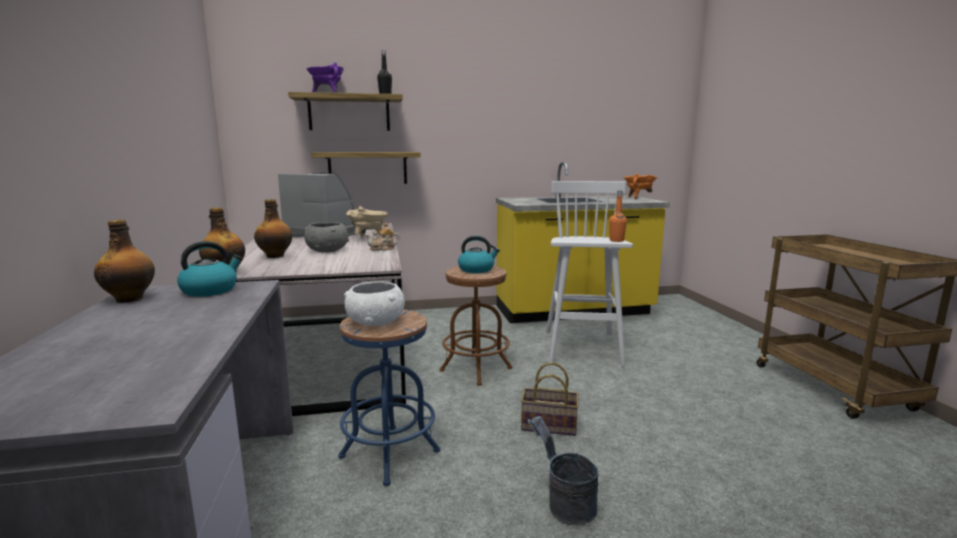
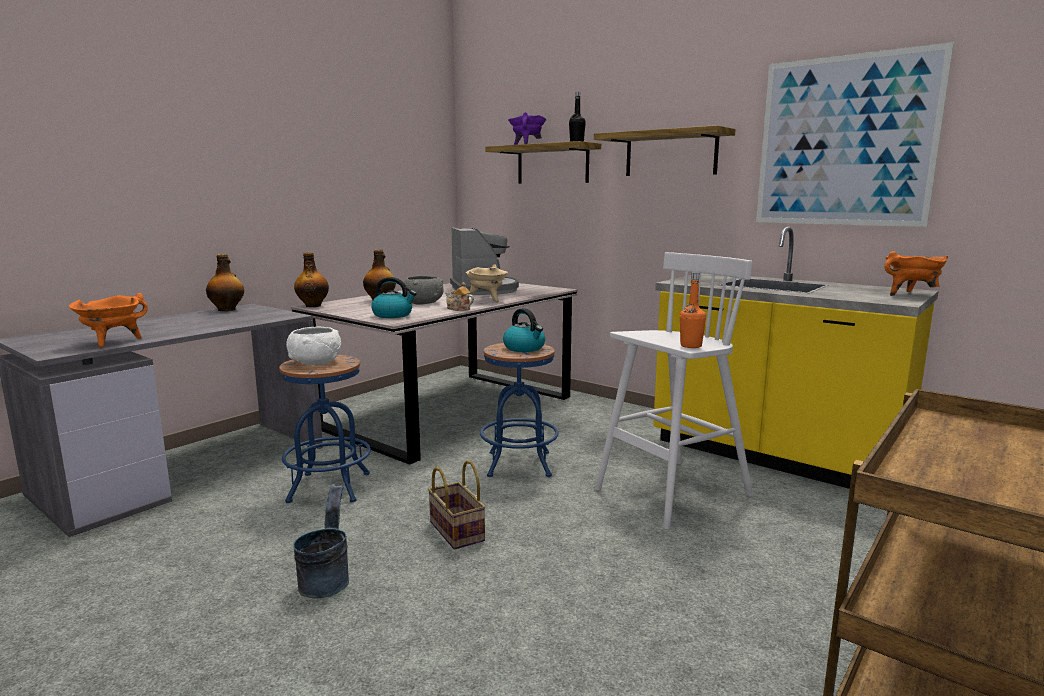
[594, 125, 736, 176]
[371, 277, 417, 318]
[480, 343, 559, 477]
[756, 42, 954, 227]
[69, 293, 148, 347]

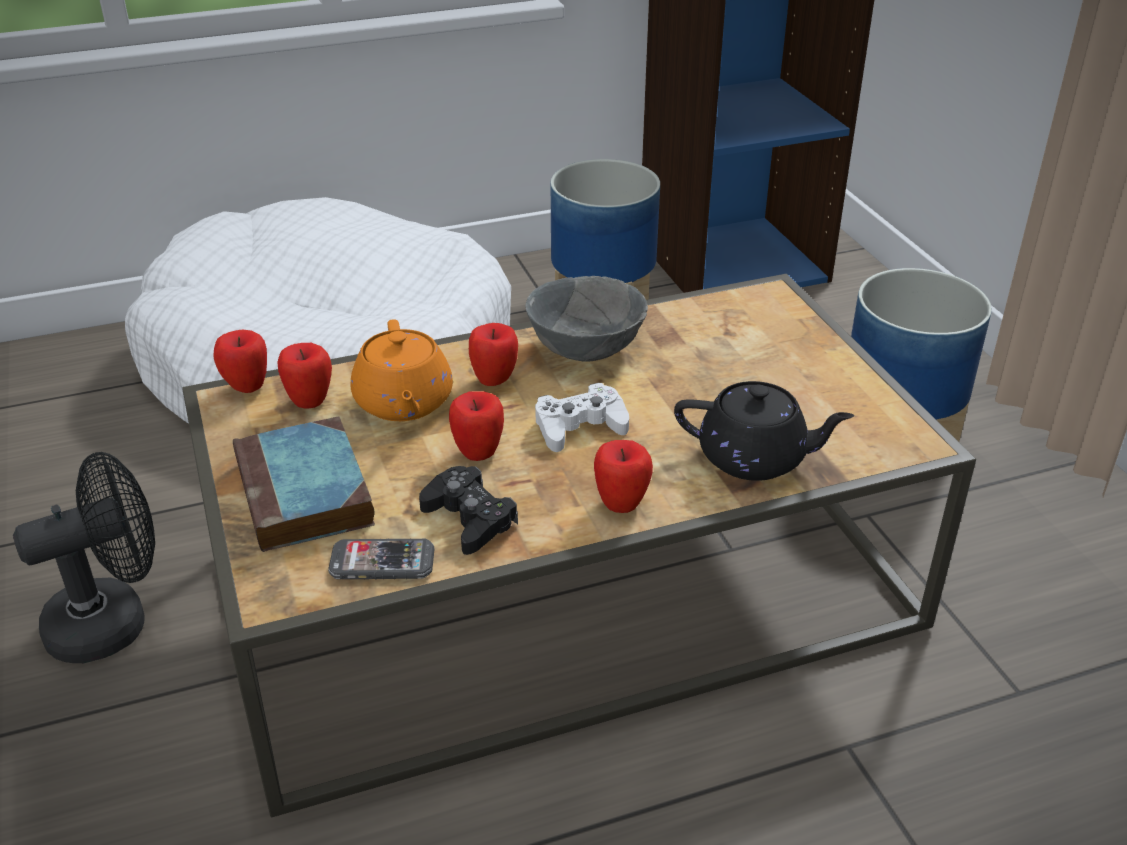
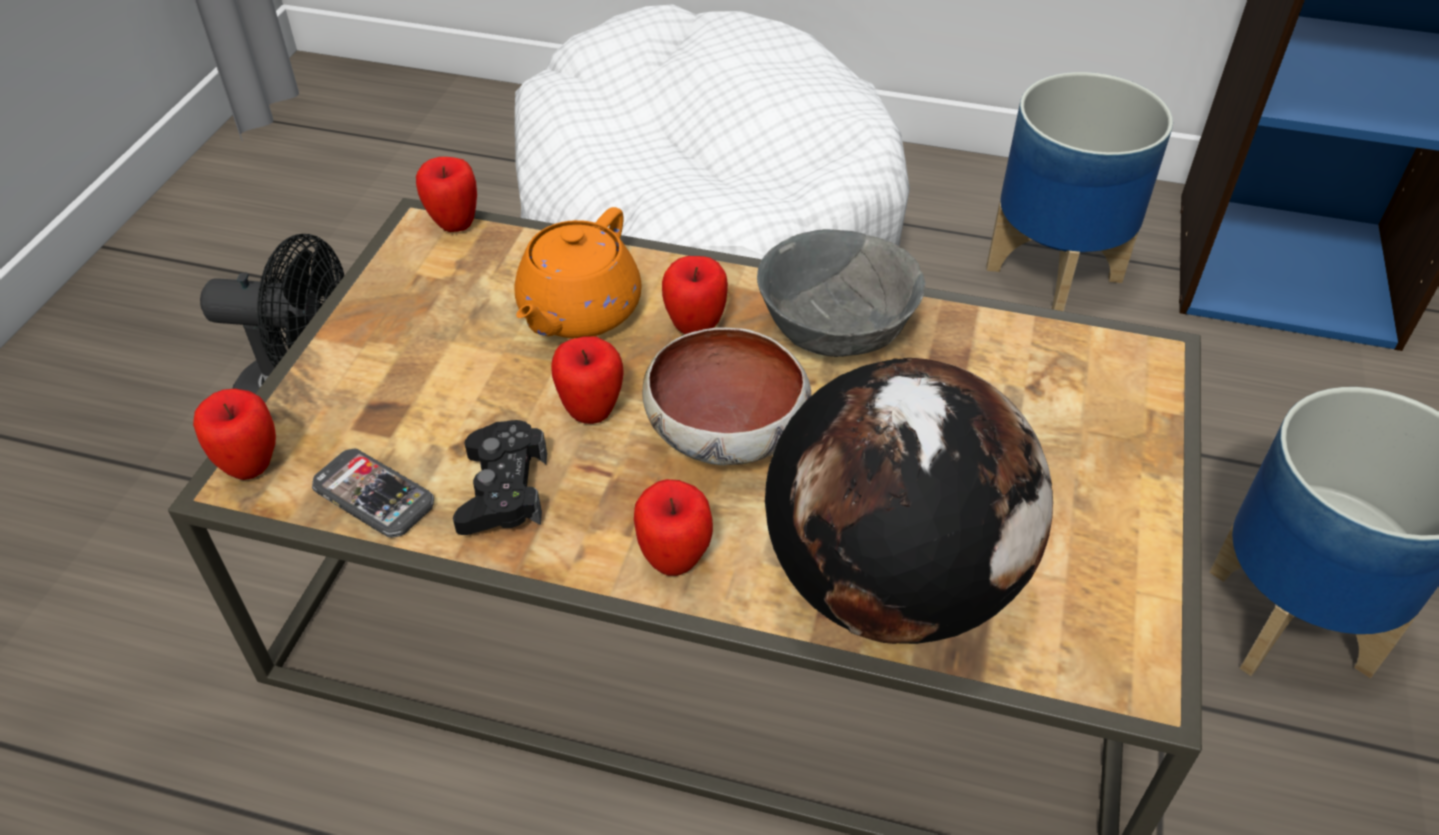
[193, 389, 276, 480]
[765, 358, 1053, 644]
[642, 327, 811, 465]
[233, 416, 375, 552] (first image)

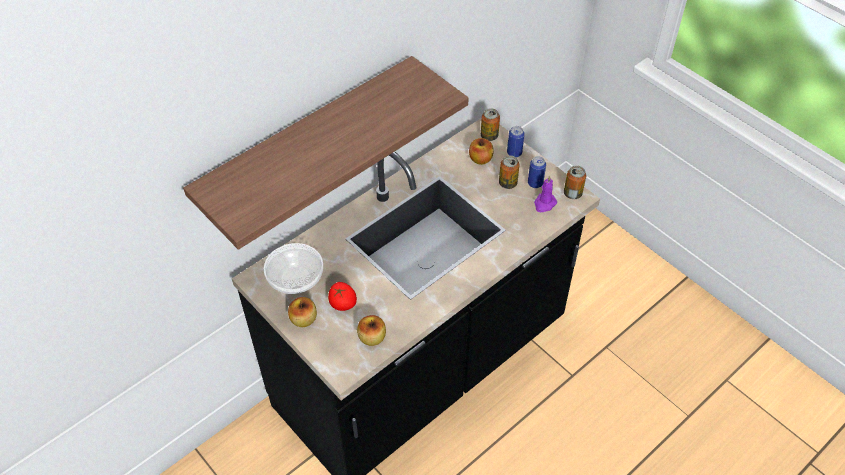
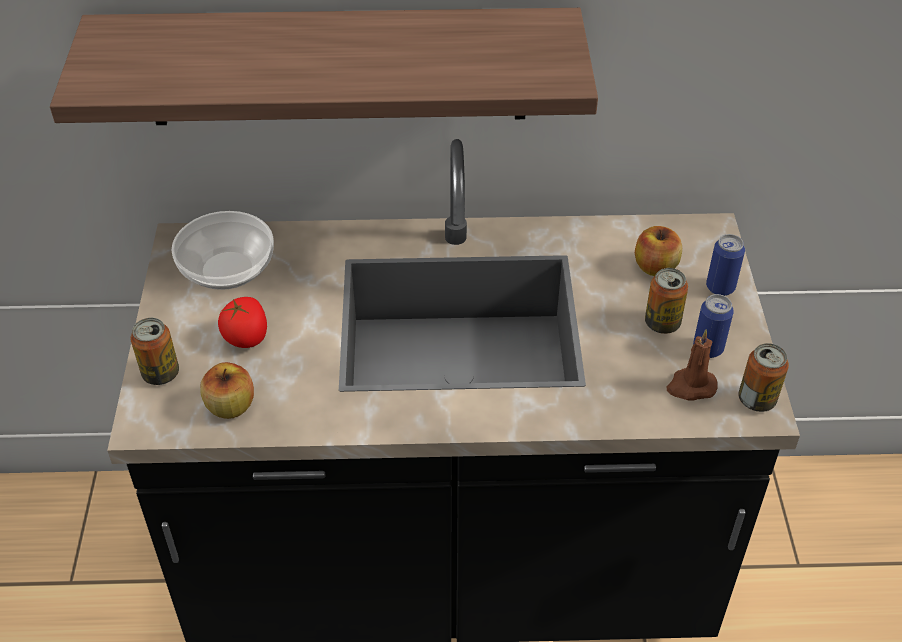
[131, 318, 179, 385]
[667, 329, 718, 401]
[288, 297, 317, 327] (first image)

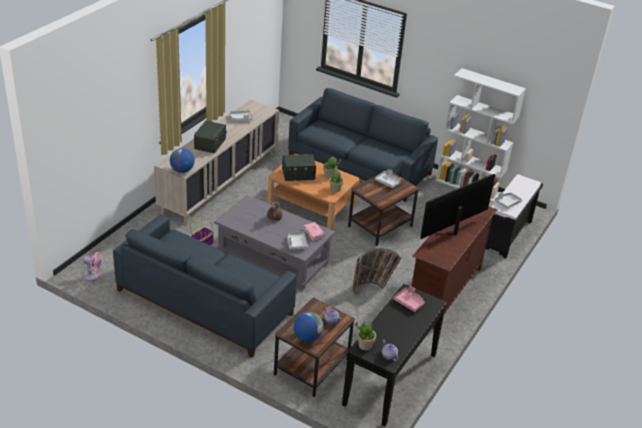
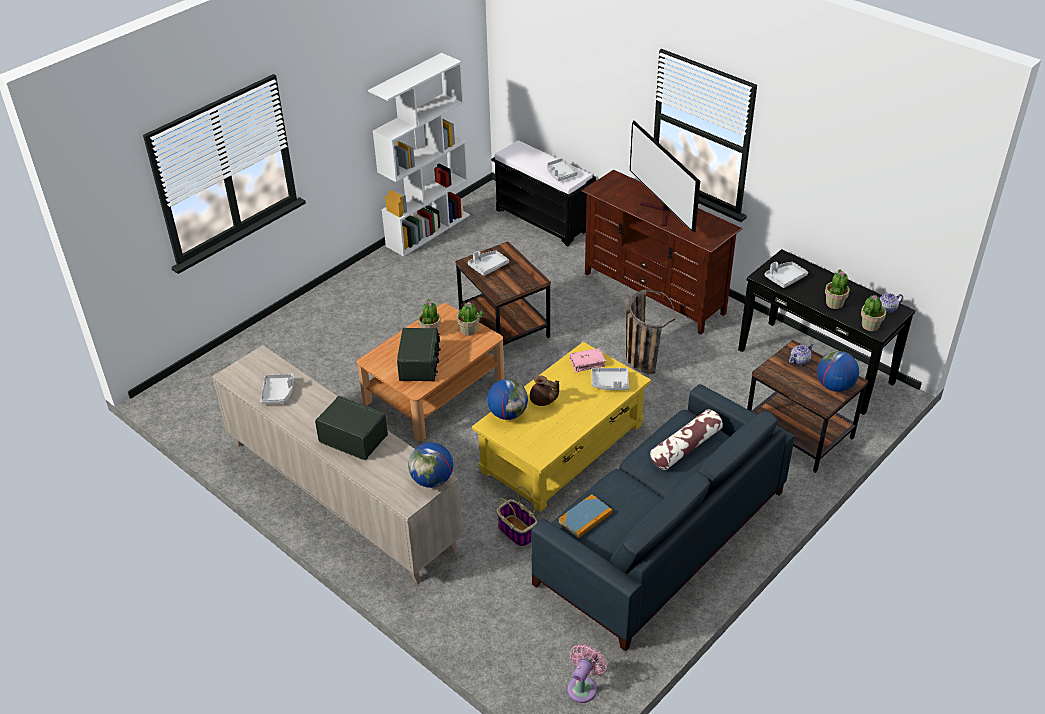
[288, 88, 438, 202] (first image)
[472, 342, 651, 512]
[765, 262, 808, 288]
[825, 269, 850, 309]
[487, 379, 528, 420]
[650, 409, 723, 470]
[558, 494, 613, 539]

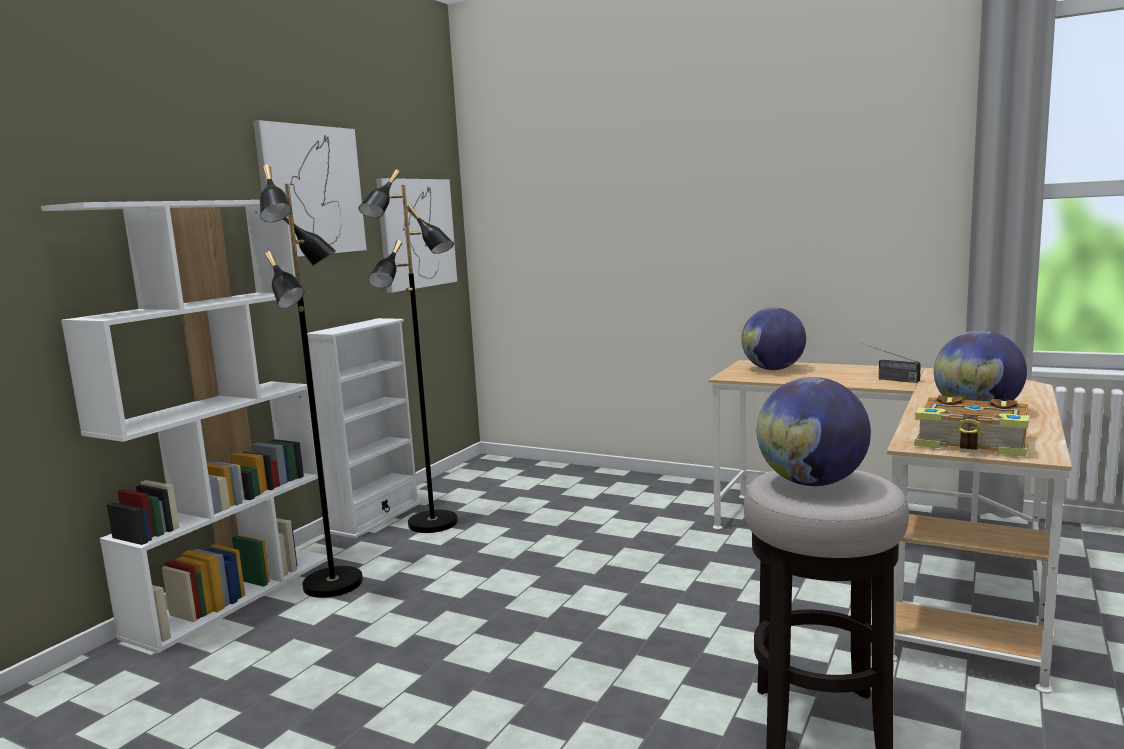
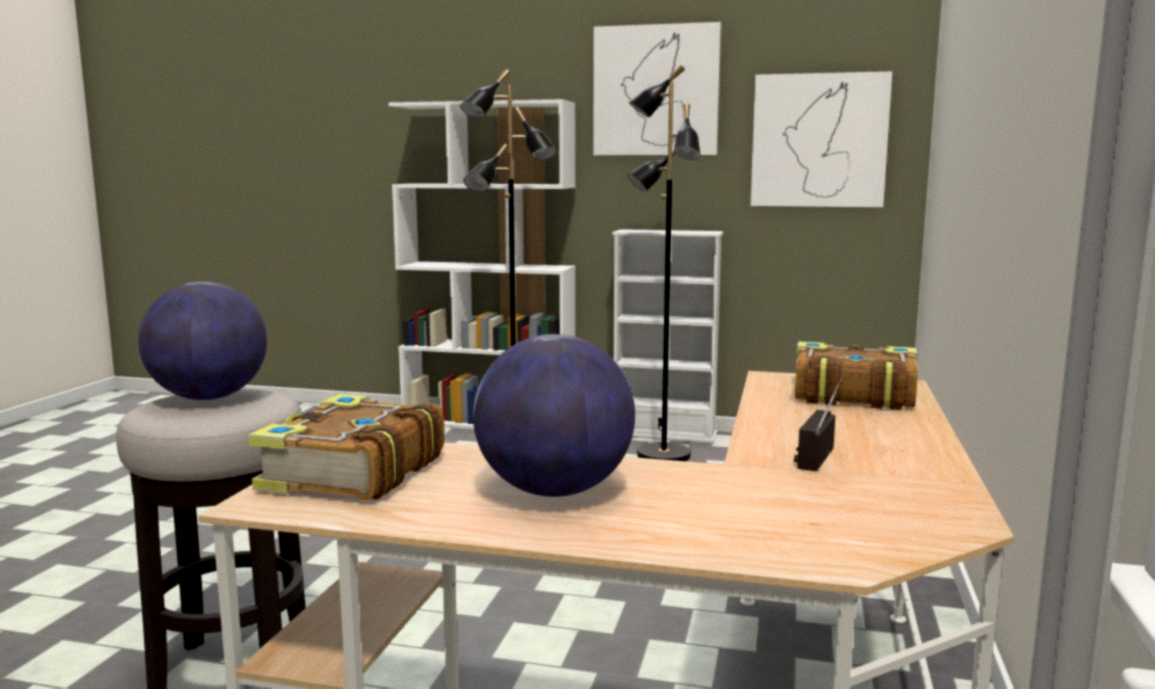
[795, 341, 918, 410]

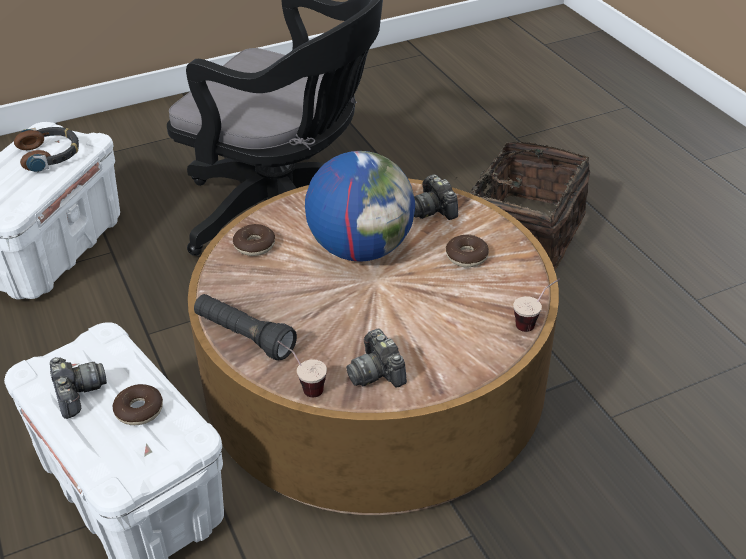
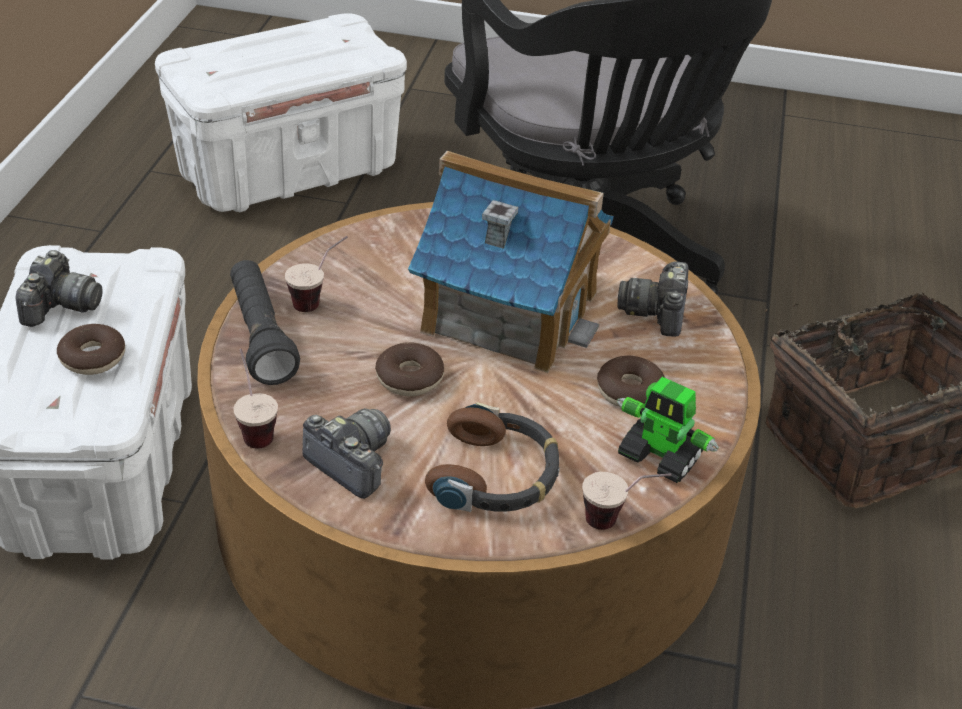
[425, 402, 560, 512]
[408, 151, 614, 373]
[375, 342, 444, 396]
[302, 408, 391, 499]
[285, 236, 348, 312]
[617, 377, 719, 483]

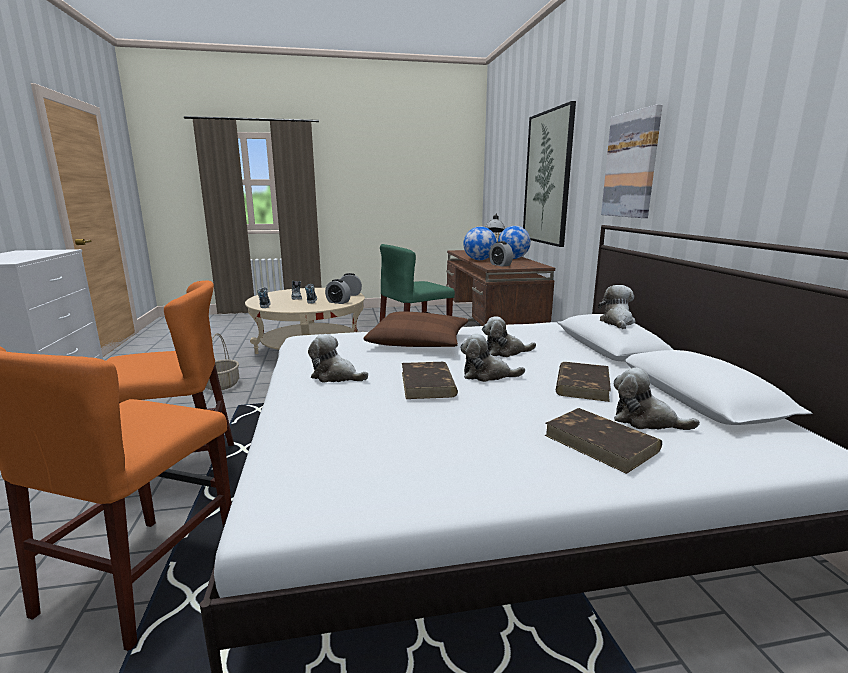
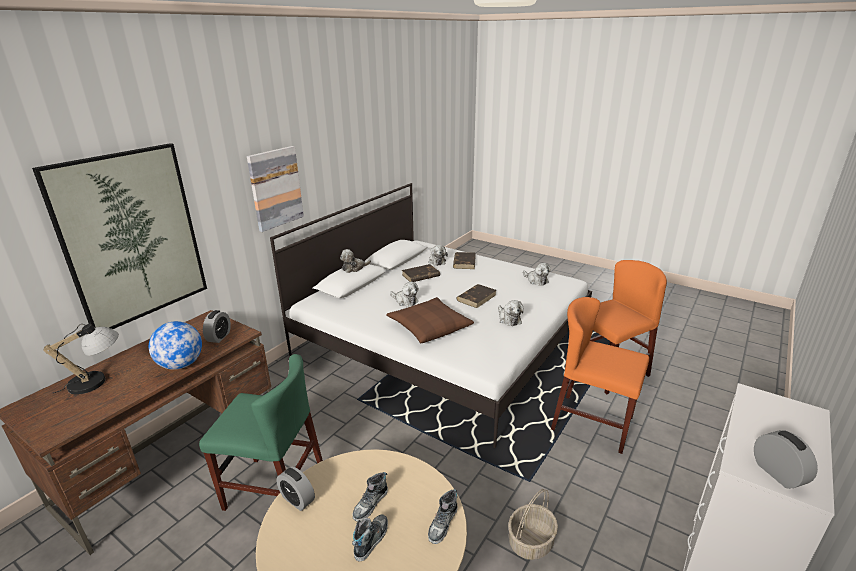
[498, 226, 531, 259] (first image)
[754, 430, 818, 489]
[523, 263, 551, 286]

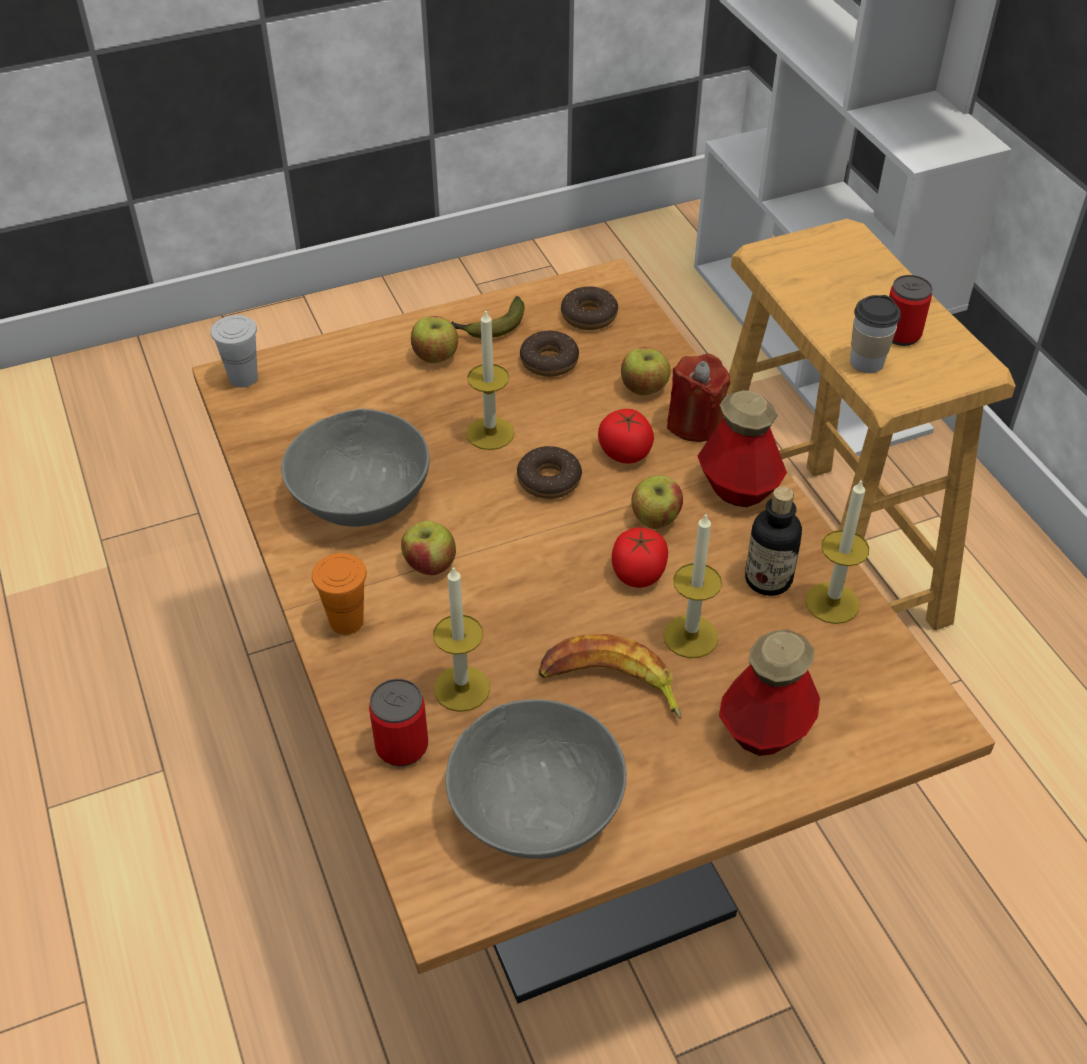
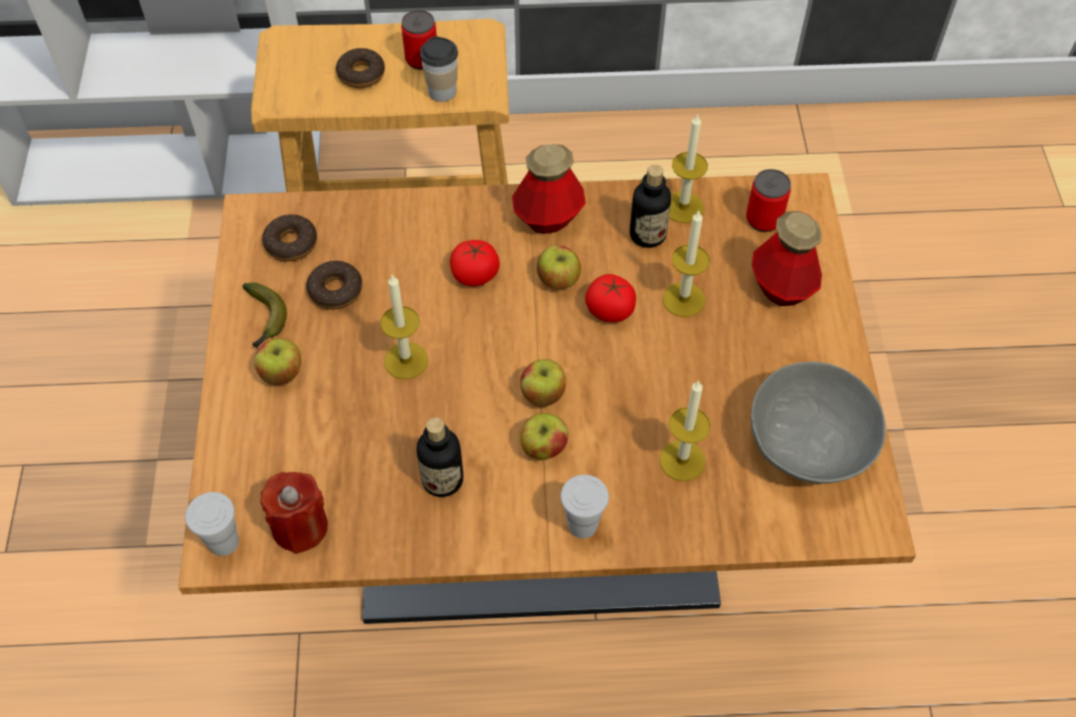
[520, 359, 566, 407]
[260, 472, 328, 554]
[417, 418, 463, 497]
[336, 48, 385, 88]
[560, 475, 609, 539]
[539, 634, 682, 719] (first image)
[746, 169, 791, 232]

